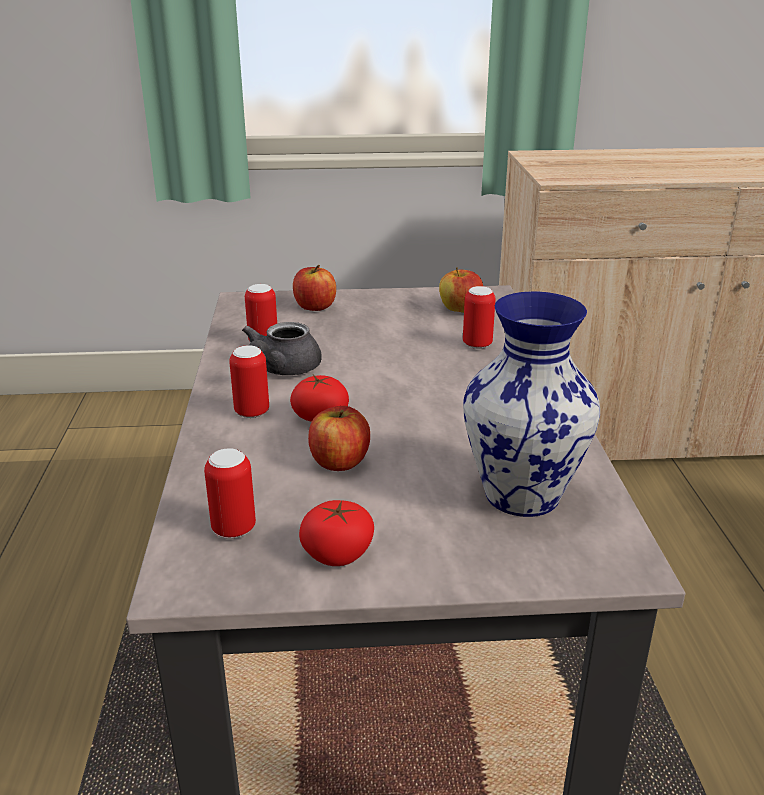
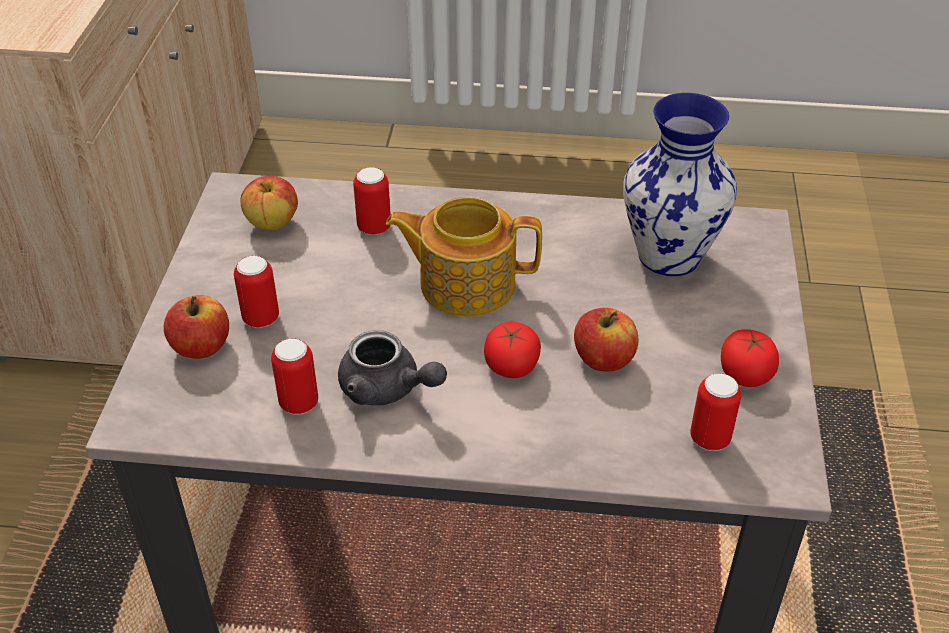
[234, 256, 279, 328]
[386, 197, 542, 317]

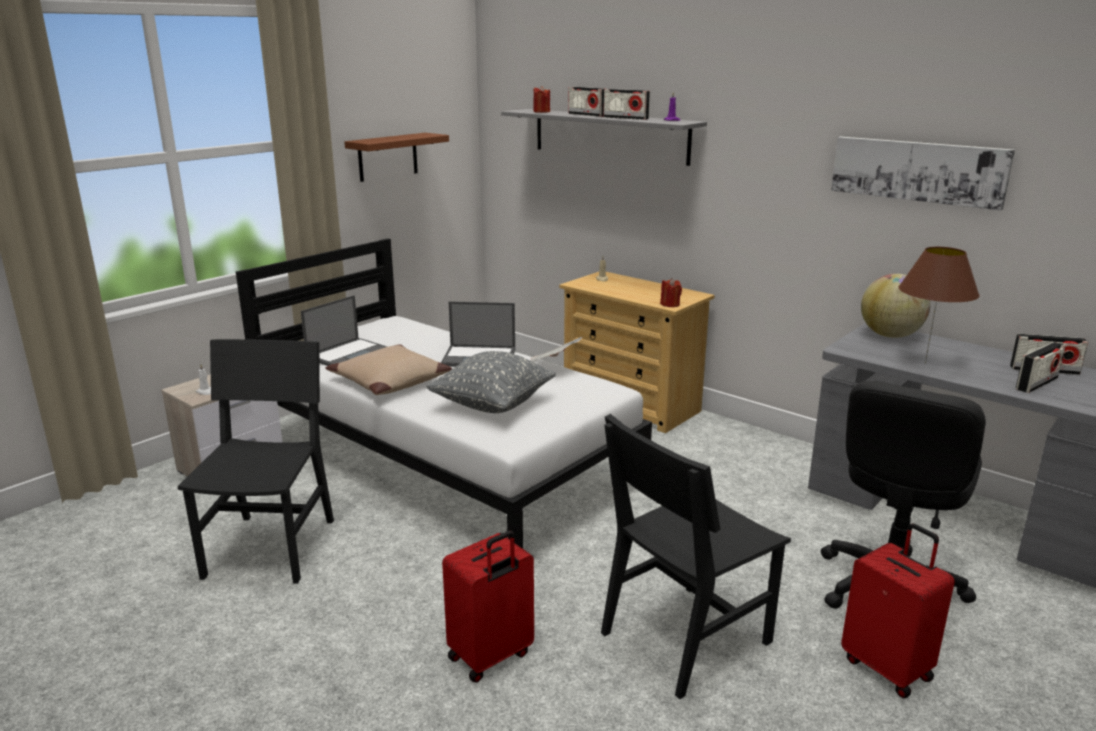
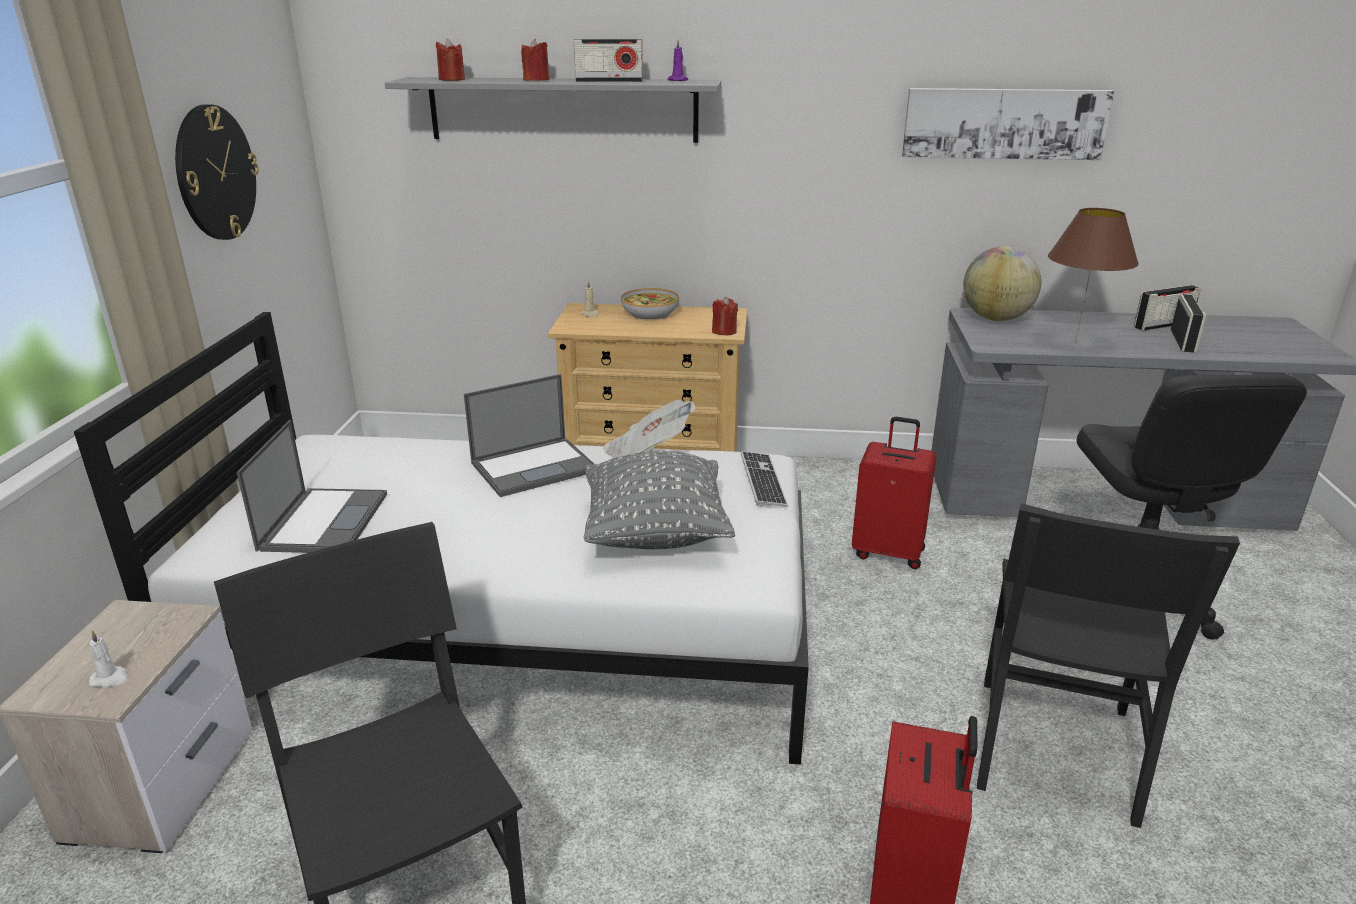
[521, 39, 549, 81]
[175, 104, 259, 240]
[326, 344, 452, 395] (first image)
[852, 417, 937, 569]
[621, 288, 679, 321]
[741, 451, 788, 507]

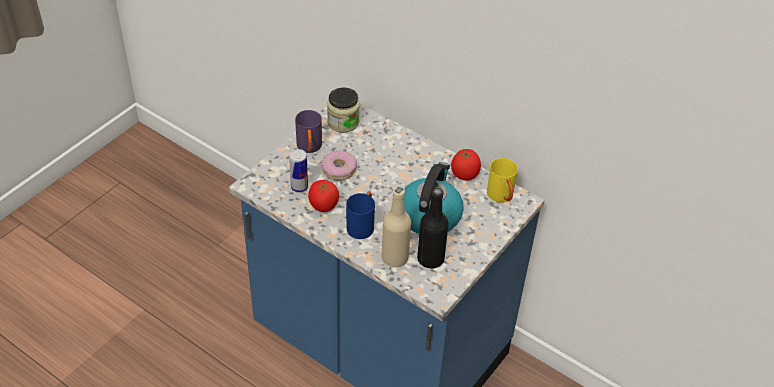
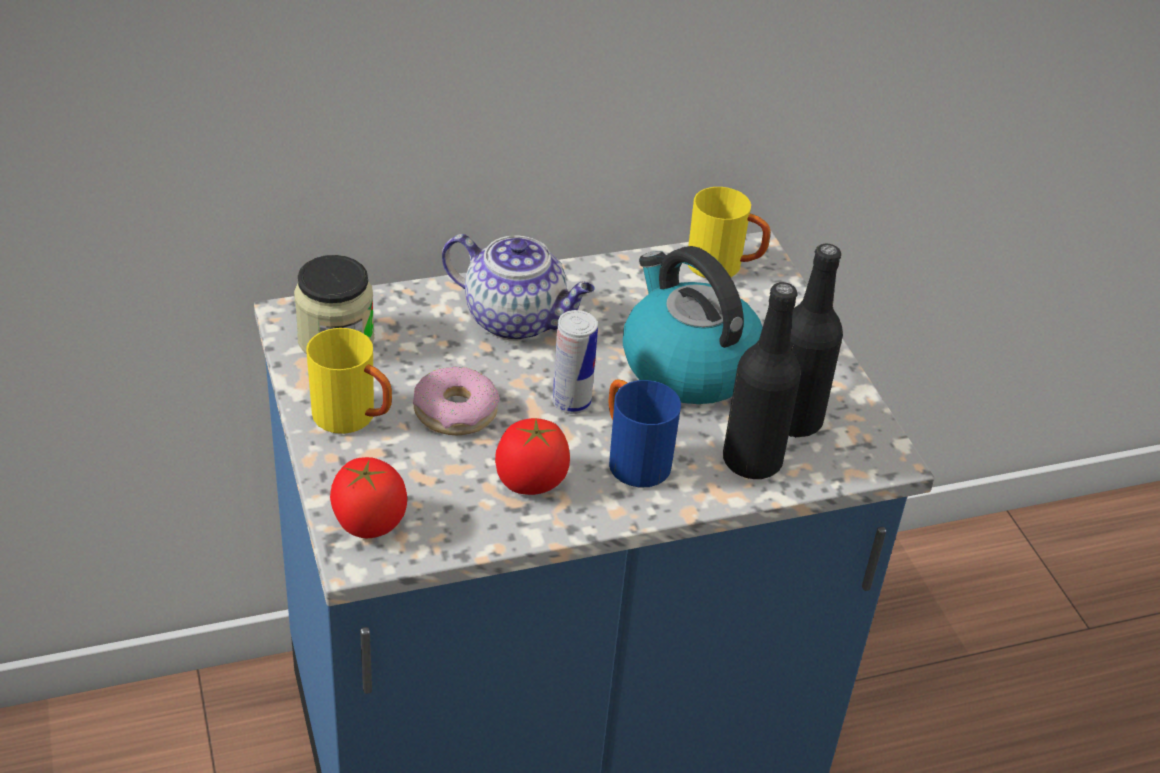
[306, 328, 392, 434]
[552, 310, 598, 414]
[330, 457, 407, 538]
[723, 282, 801, 480]
[442, 234, 595, 341]

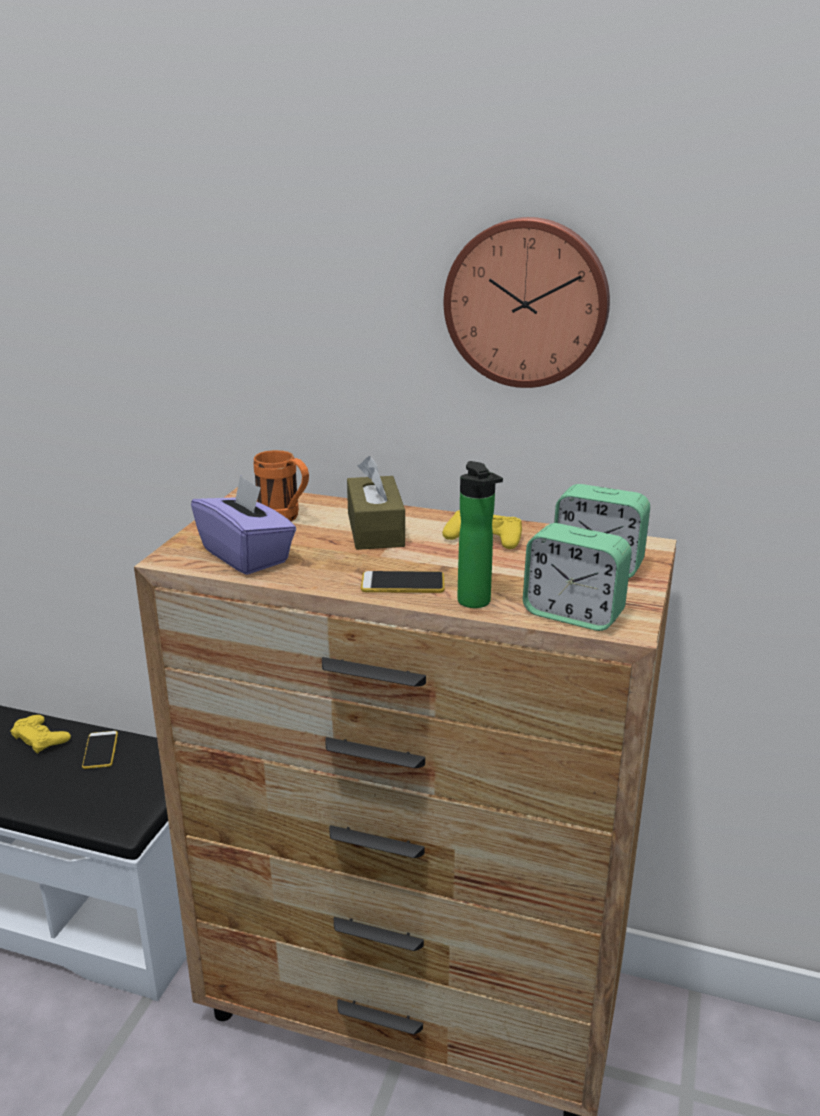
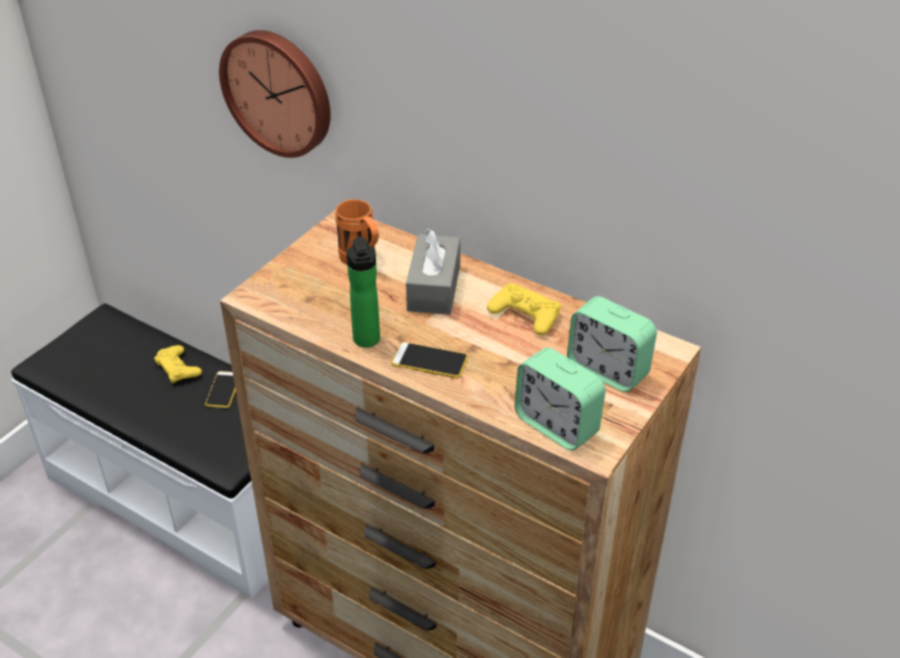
[219, 30, 331, 158]
[406, 229, 460, 315]
[346, 236, 380, 348]
[191, 475, 296, 575] (first image)

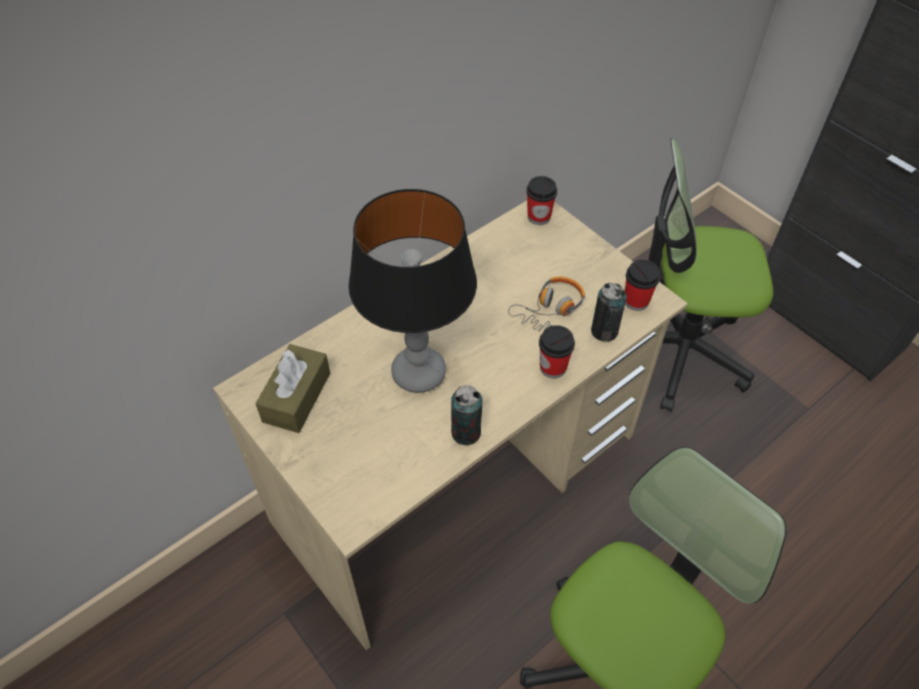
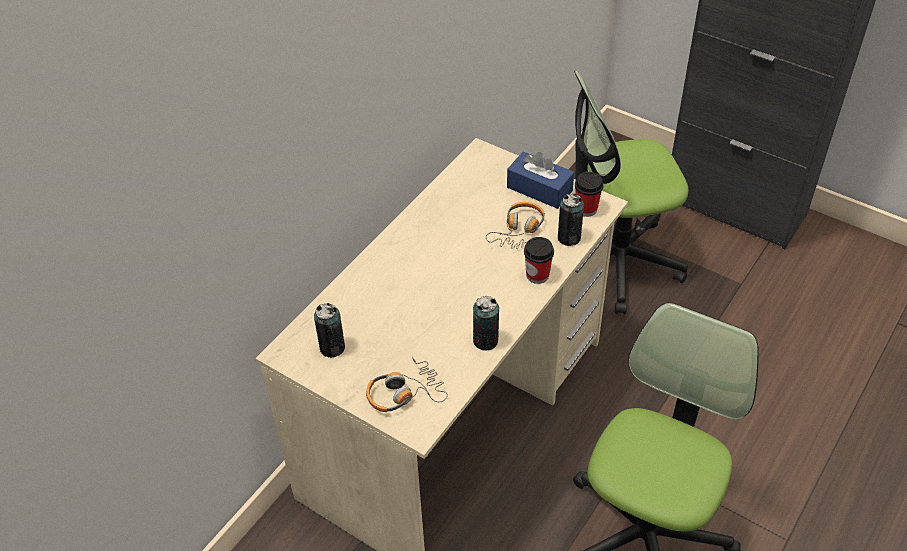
[526, 176, 557, 225] (first image)
[348, 189, 477, 393] (first image)
[314, 303, 345, 358]
[507, 151, 574, 209]
[366, 357, 448, 412]

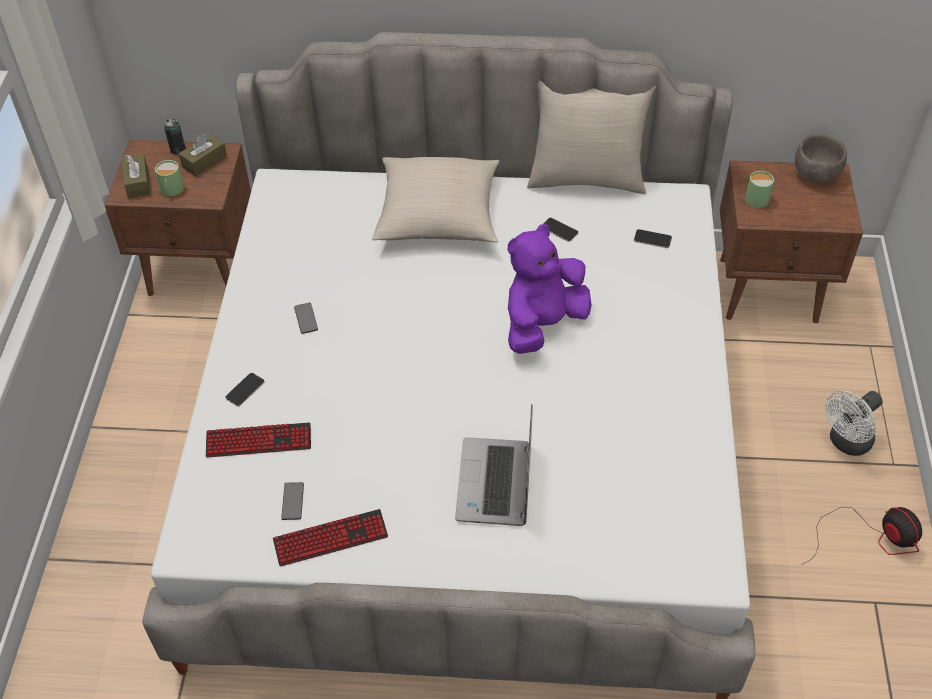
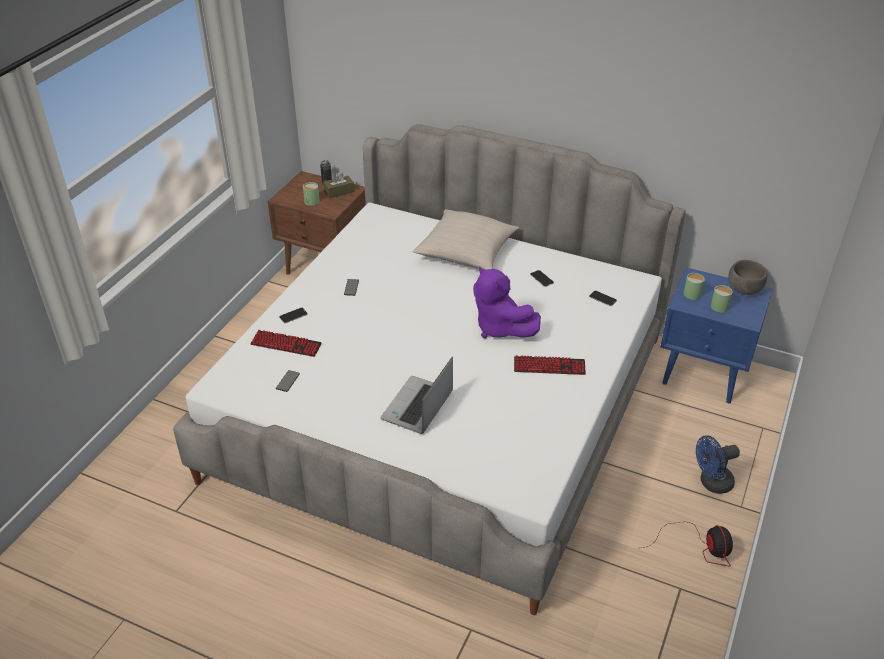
[527, 81, 656, 194] (first image)
[121, 154, 151, 198] (first image)
[660, 267, 773, 404]
[473, 266, 541, 338]
[696, 435, 740, 494]
[514, 355, 586, 375]
[711, 285, 733, 312]

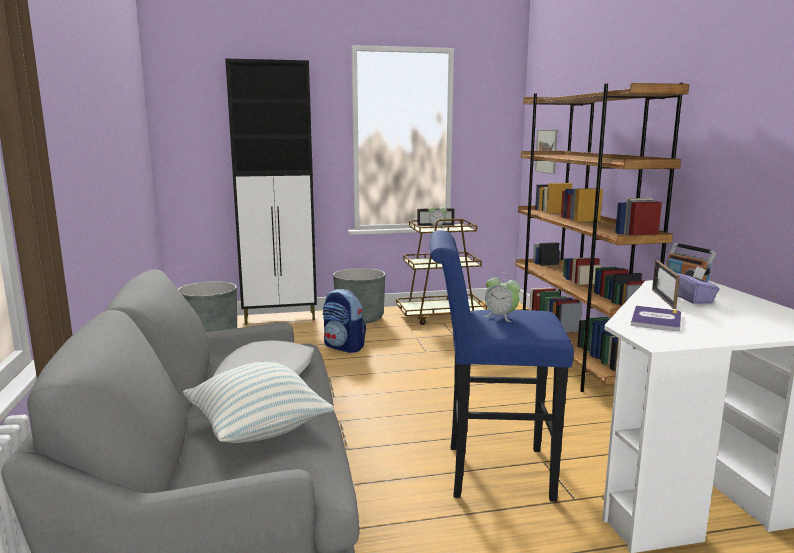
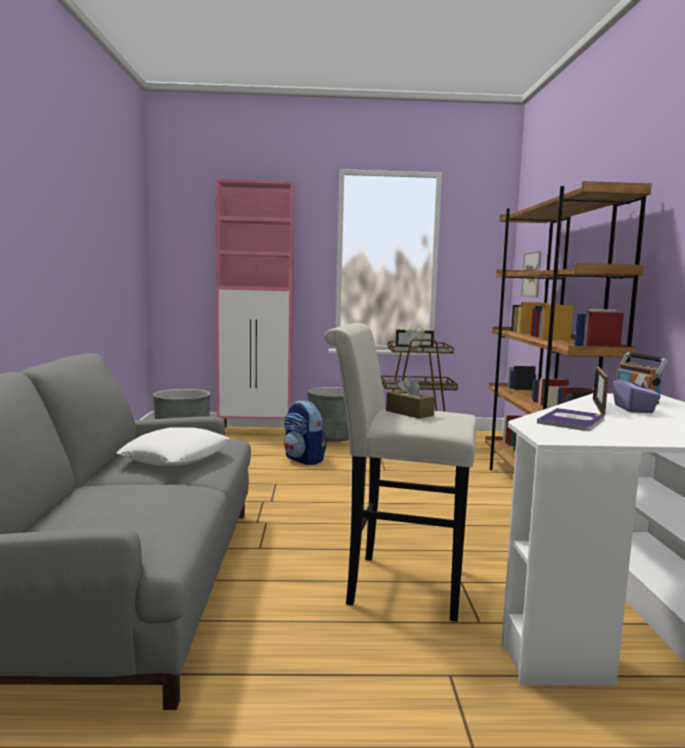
[215, 179, 295, 428]
[324, 323, 477, 622]
[386, 376, 435, 419]
[183, 362, 334, 443] (first image)

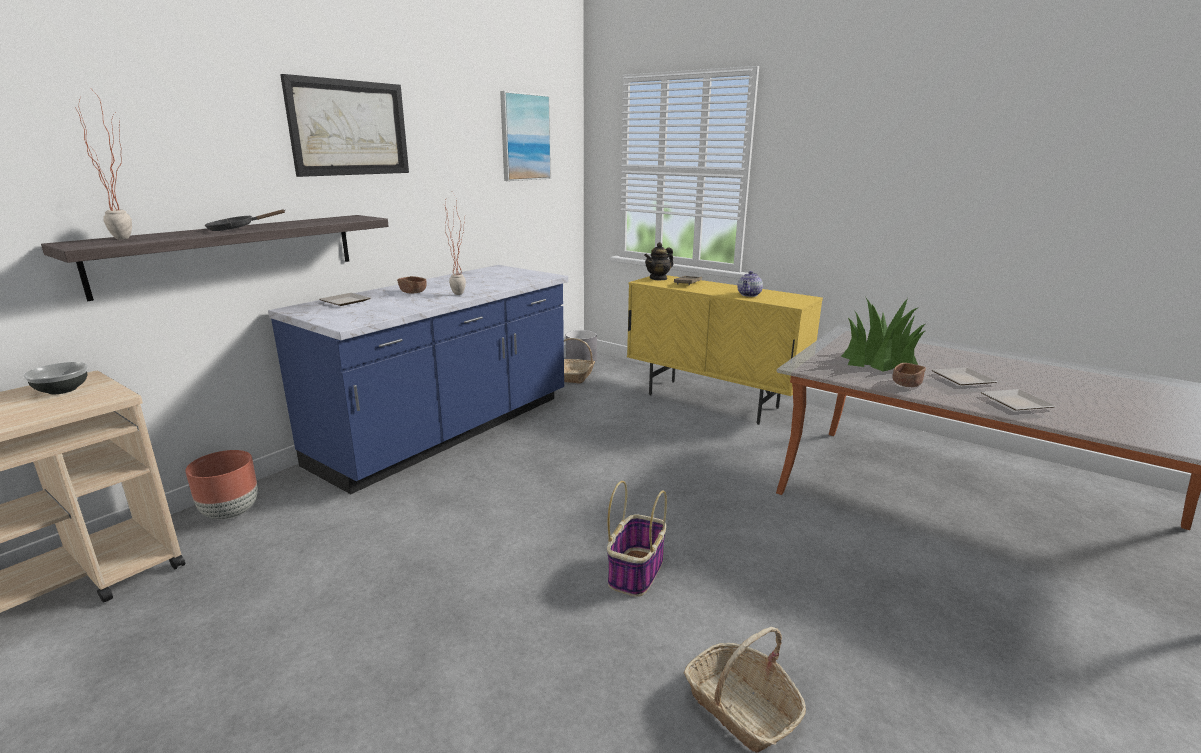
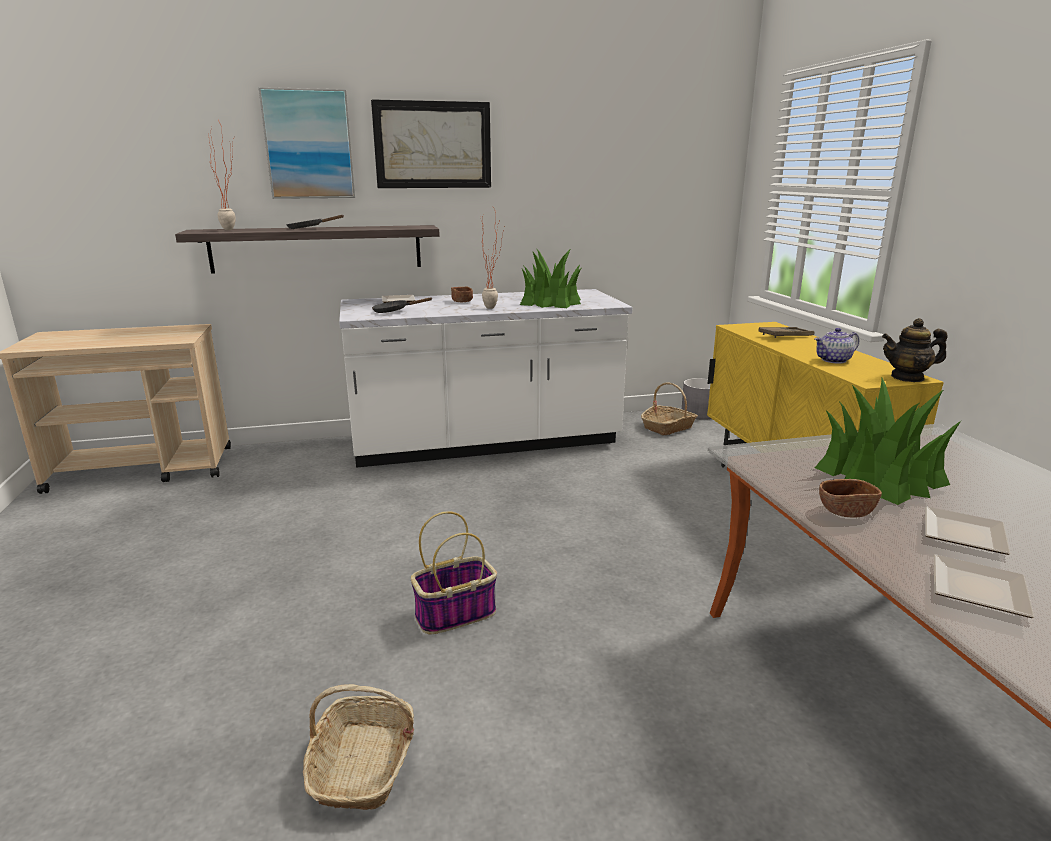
[258, 87, 355, 199]
[882, 318, 948, 382]
[339, 289, 632, 468]
[23, 362, 88, 395] (first image)
[185, 450, 258, 520] (first image)
[520, 248, 581, 308]
[372, 297, 432, 313]

